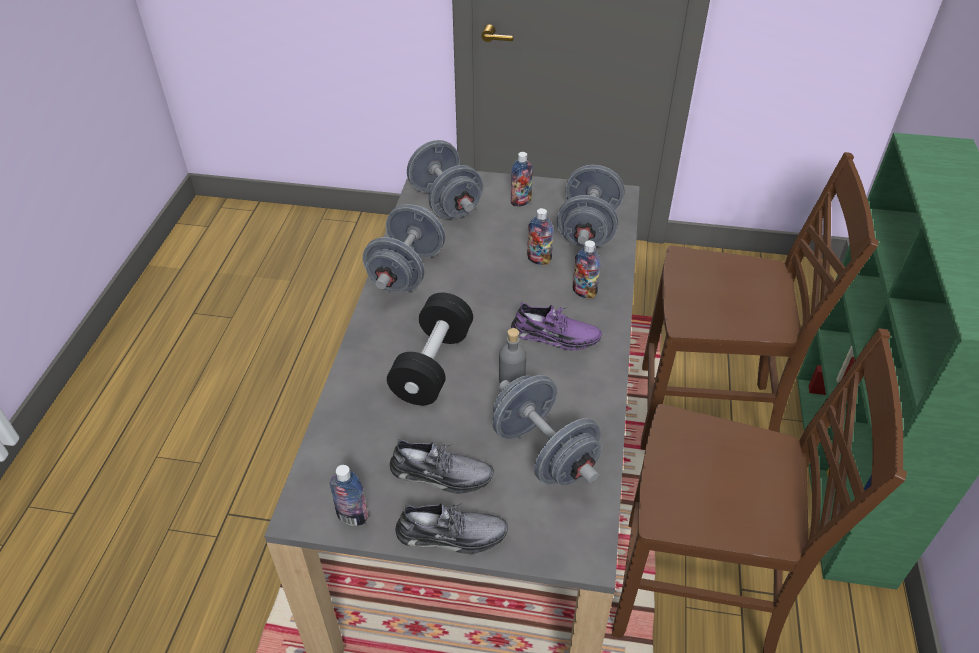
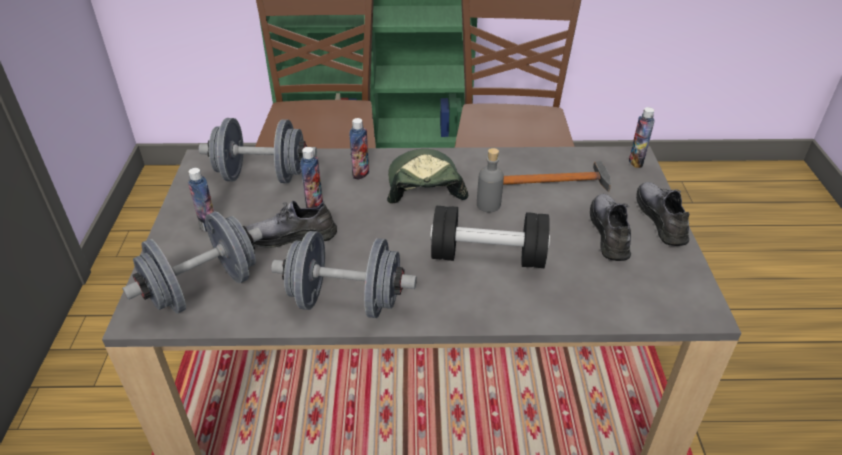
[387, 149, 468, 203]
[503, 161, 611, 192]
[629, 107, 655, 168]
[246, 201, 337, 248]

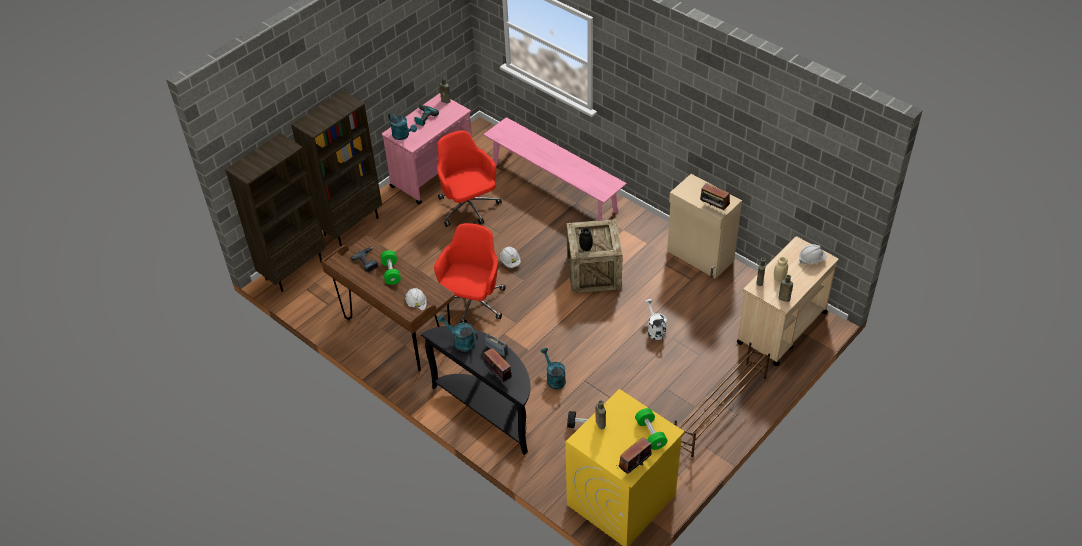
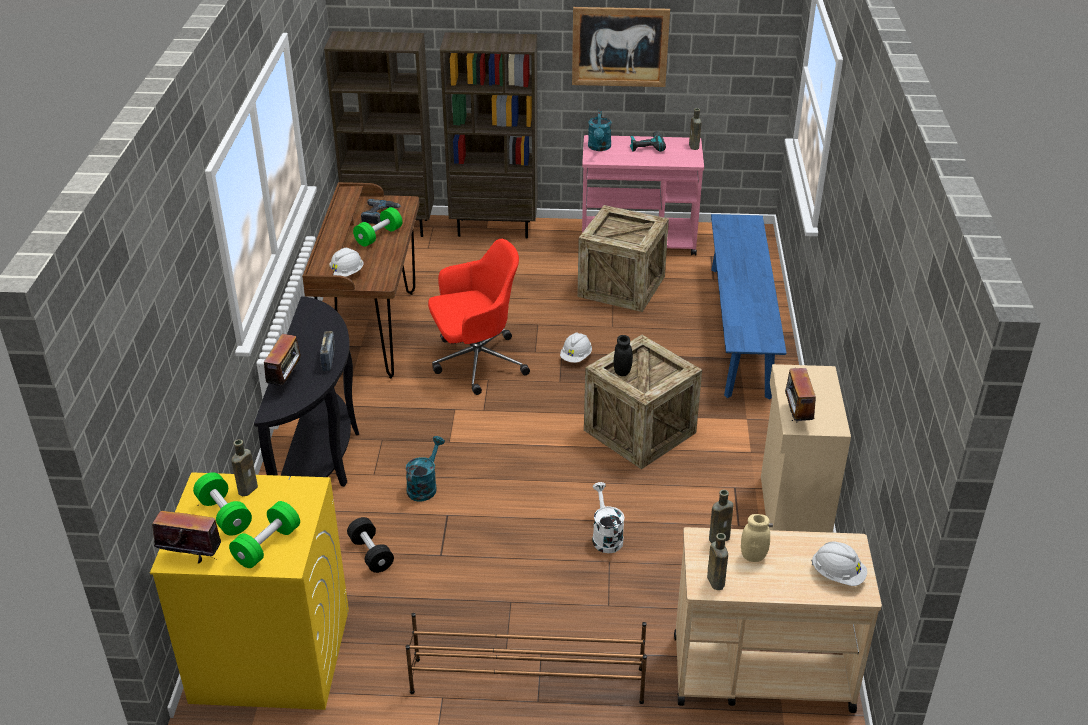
[711, 214, 787, 400]
[577, 205, 669, 312]
[592, 482, 624, 553]
[438, 315, 478, 352] (first image)
[572, 7, 670, 87]
[193, 472, 252, 535]

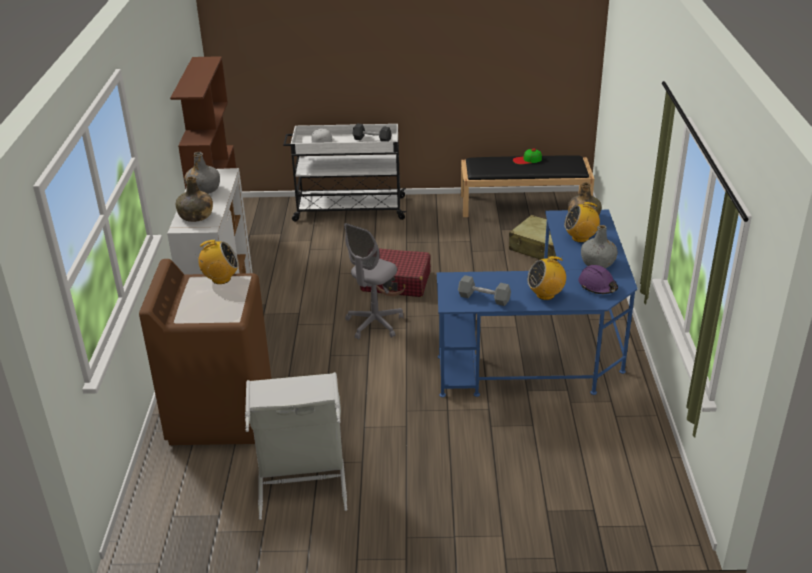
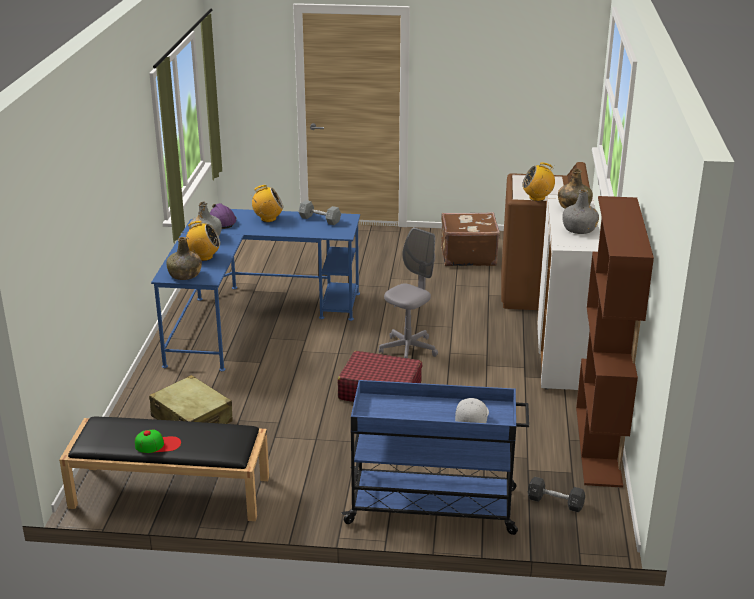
[528, 477, 585, 512]
[341, 380, 529, 535]
[441, 212, 500, 266]

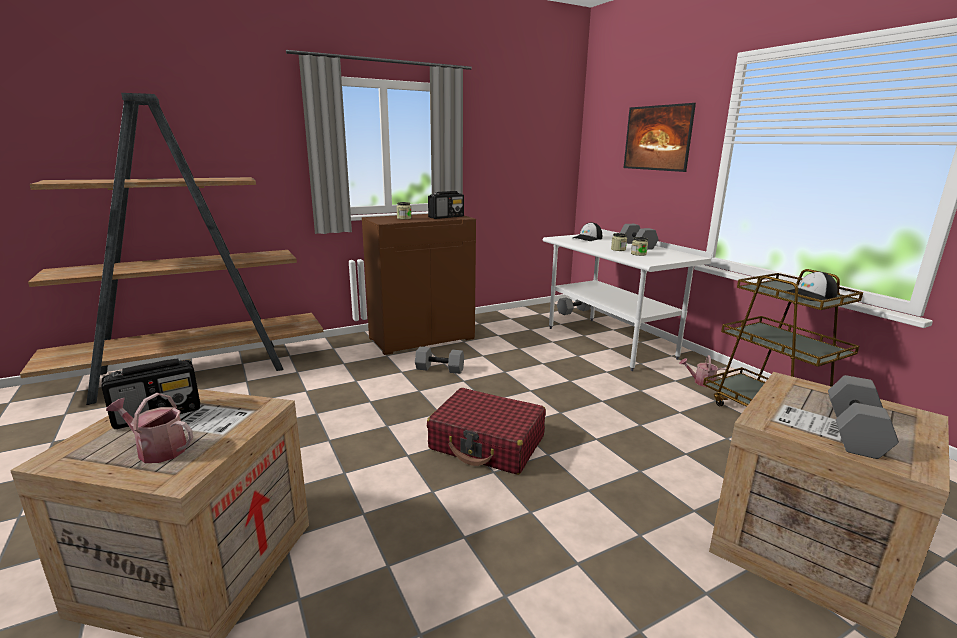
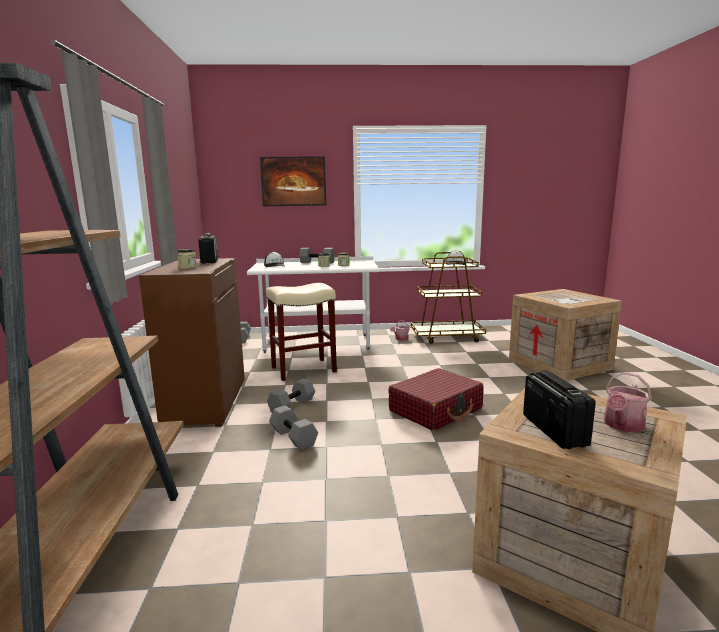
[269, 405, 318, 451]
[266, 283, 337, 381]

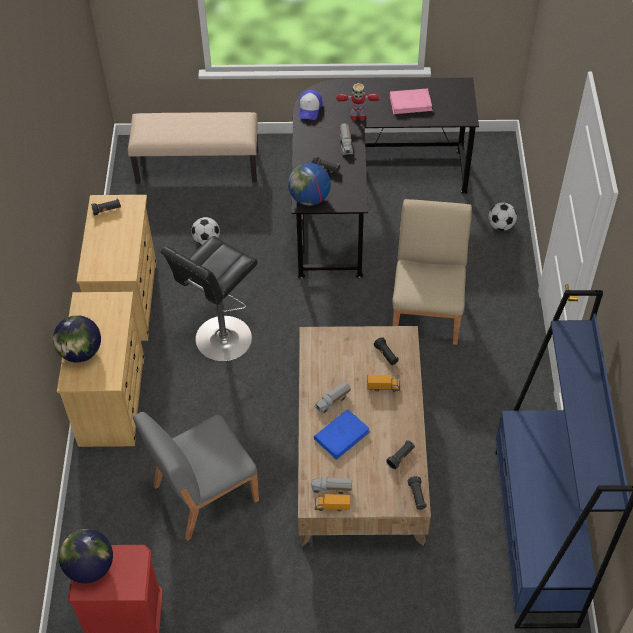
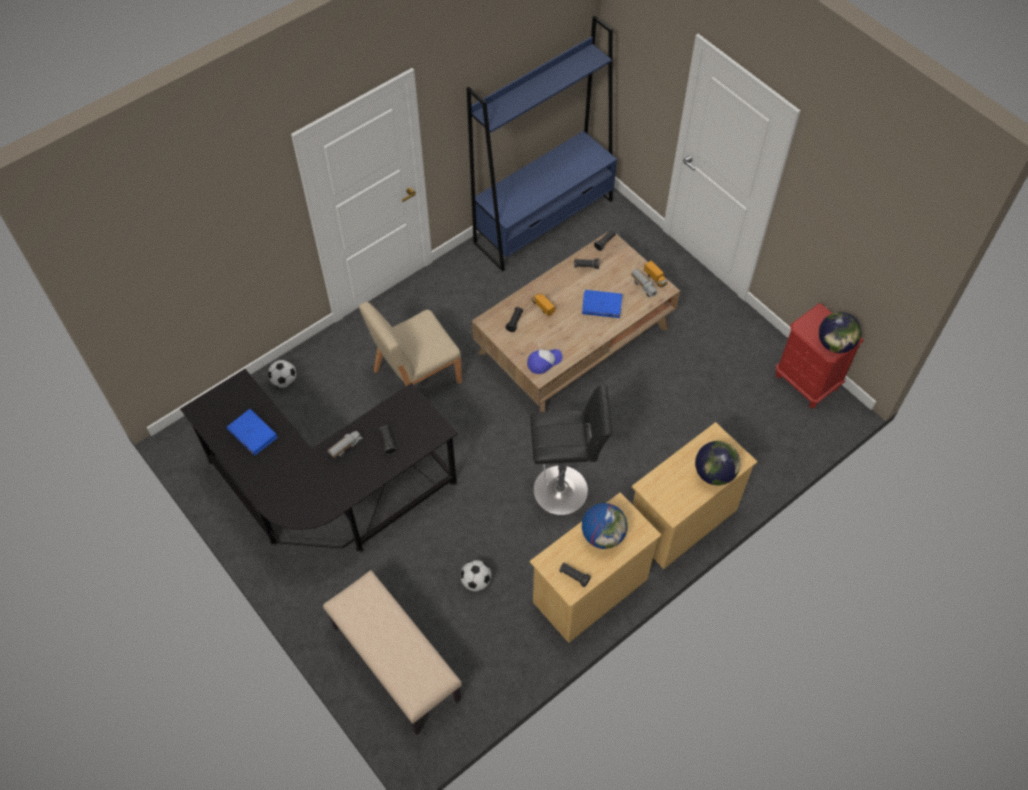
[336, 83, 379, 121] (first image)
[227, 409, 278, 456]
[527, 349, 563, 374]
[582, 503, 628, 549]
[314, 382, 351, 414] (first image)
[133, 412, 259, 541] (first image)

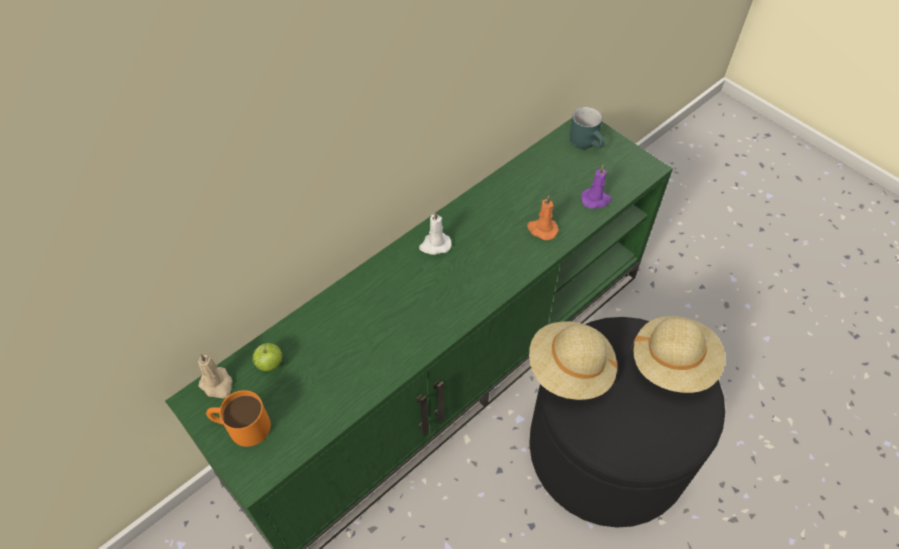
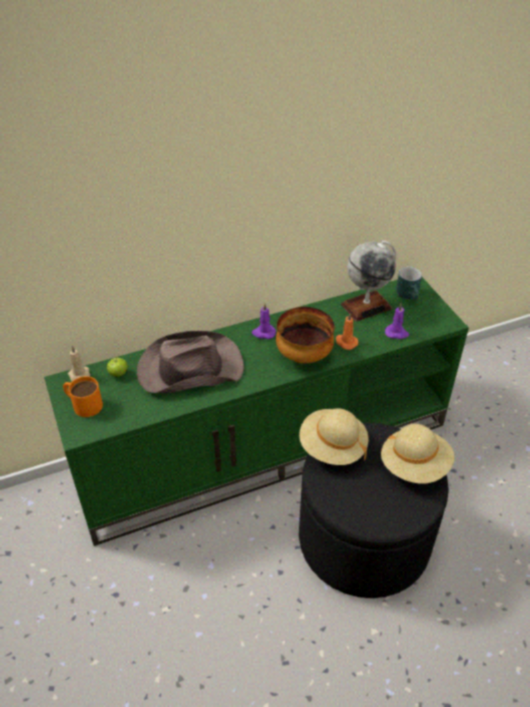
[252, 303, 276, 339]
[341, 240, 396, 322]
[276, 307, 335, 364]
[137, 331, 244, 393]

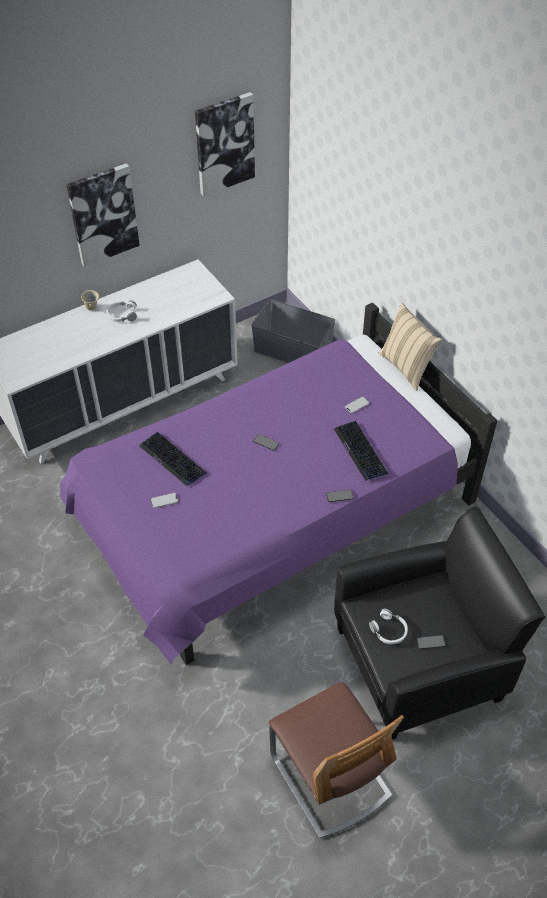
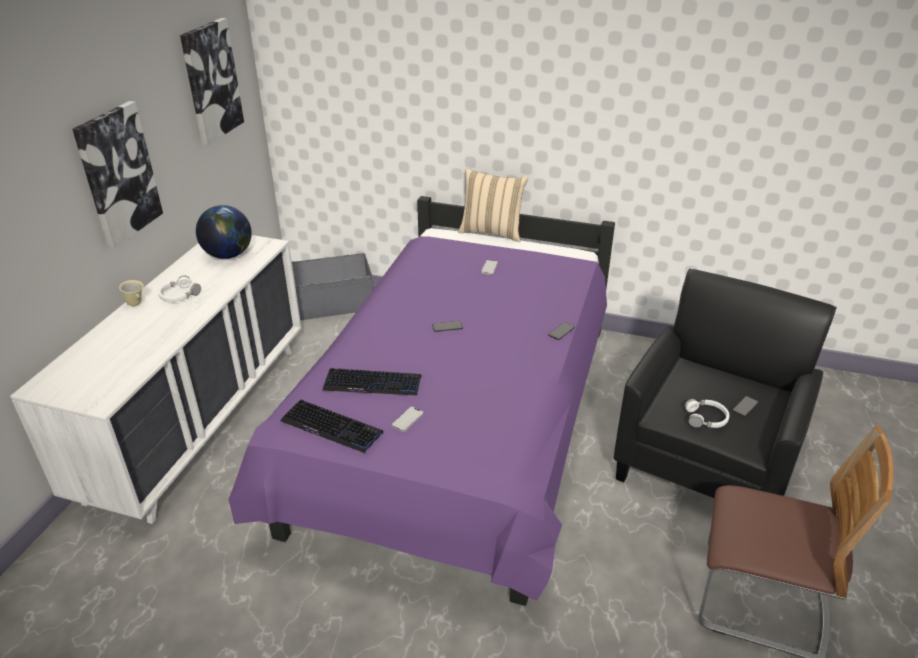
[280, 400, 383, 453]
[196, 205, 252, 259]

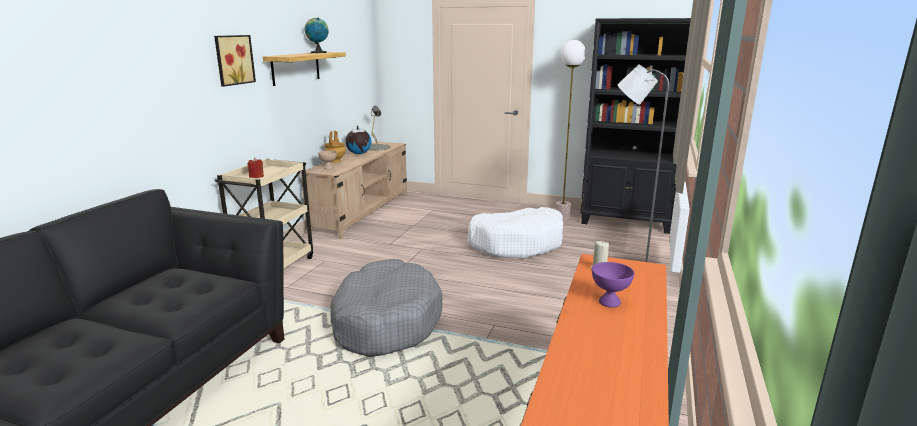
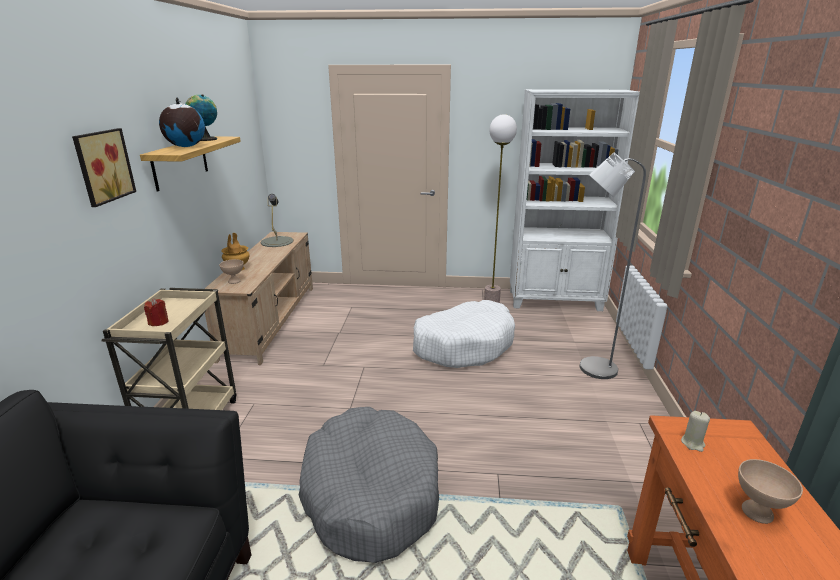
[510, 89, 640, 311]
[159, 97, 205, 147]
[738, 459, 803, 524]

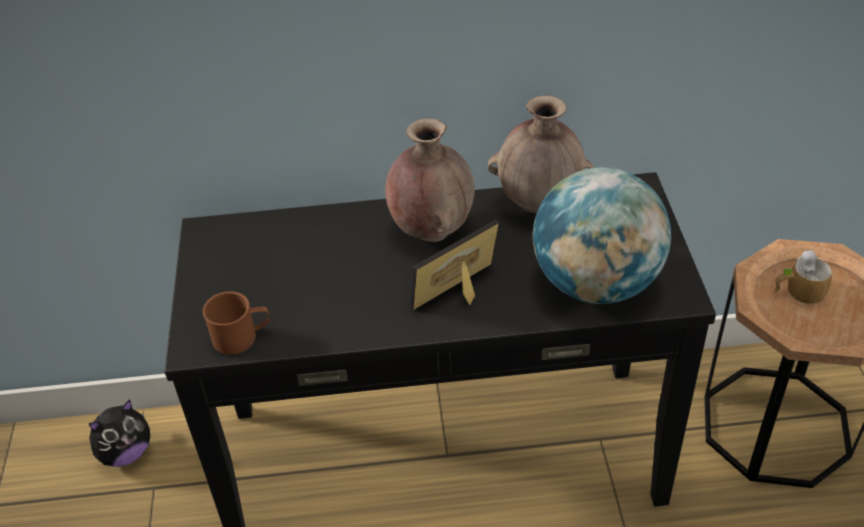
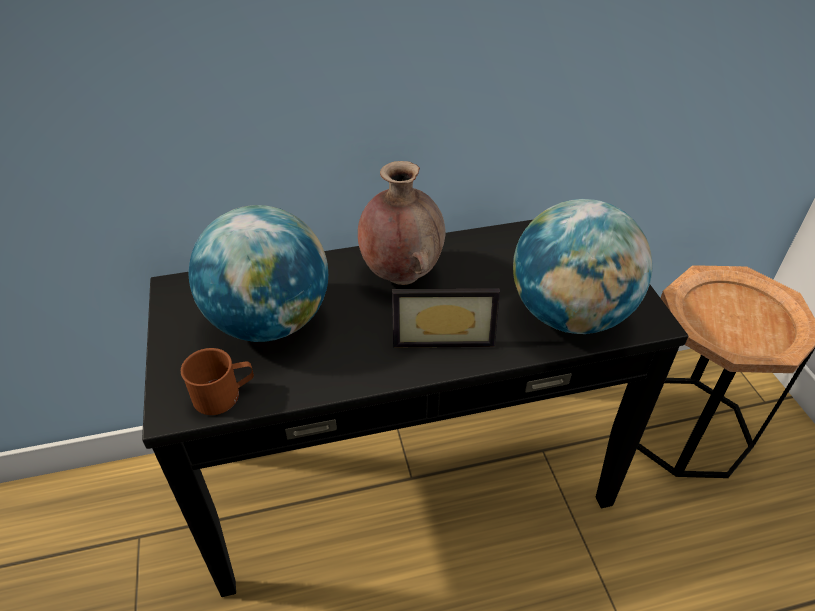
[488, 95, 594, 213] (first image)
[392, 288, 500, 348]
[774, 250, 832, 304] (first image)
[88, 400, 150, 467] (first image)
[189, 205, 328, 342]

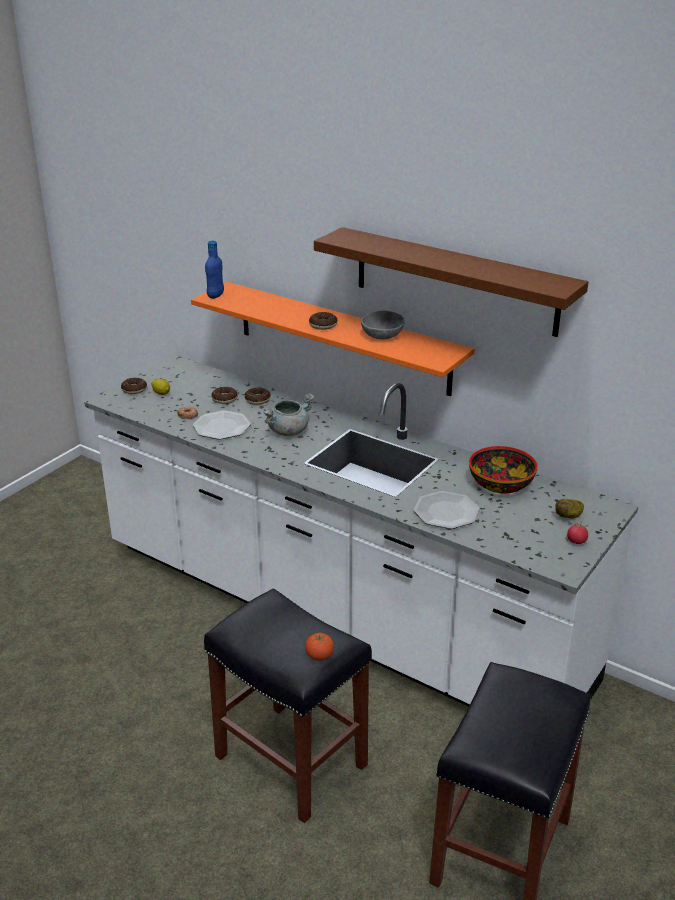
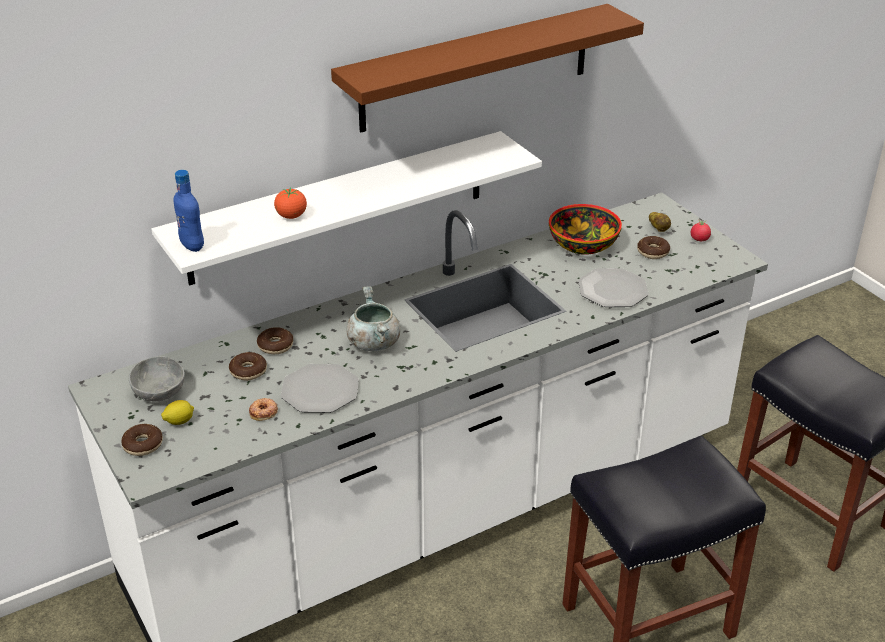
[152, 131, 542, 286]
[129, 356, 185, 401]
[637, 236, 670, 259]
[274, 188, 307, 219]

